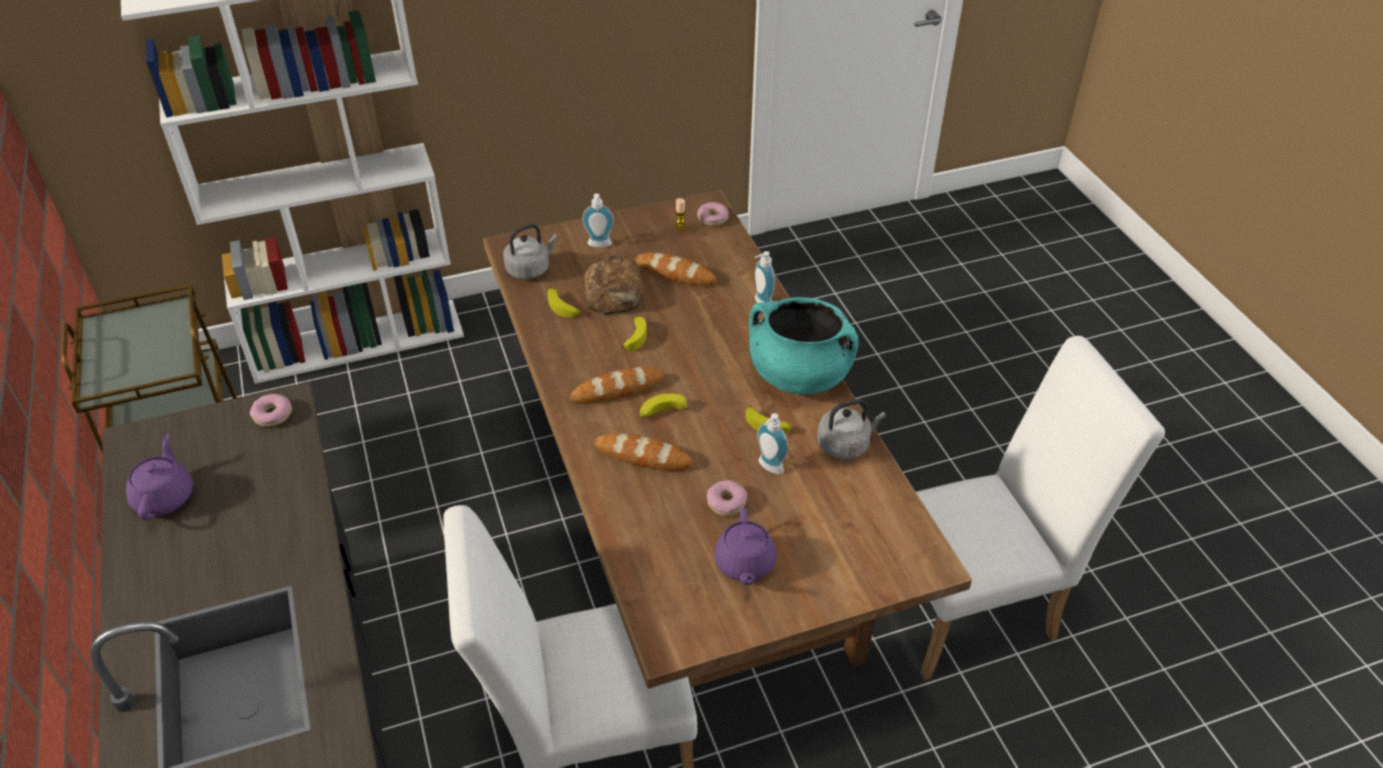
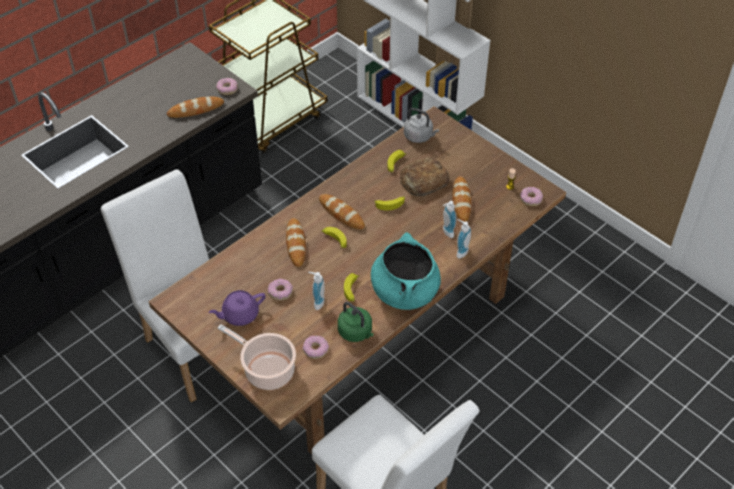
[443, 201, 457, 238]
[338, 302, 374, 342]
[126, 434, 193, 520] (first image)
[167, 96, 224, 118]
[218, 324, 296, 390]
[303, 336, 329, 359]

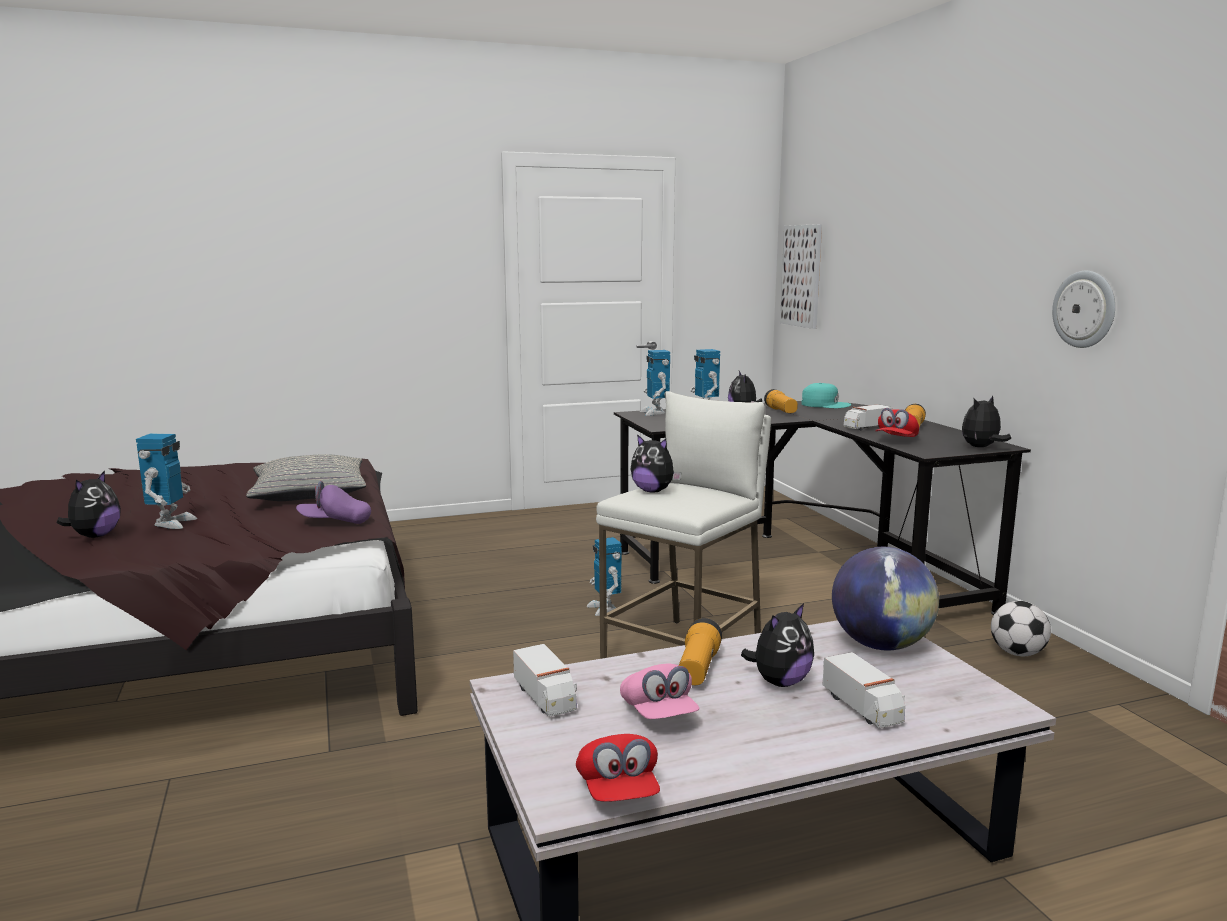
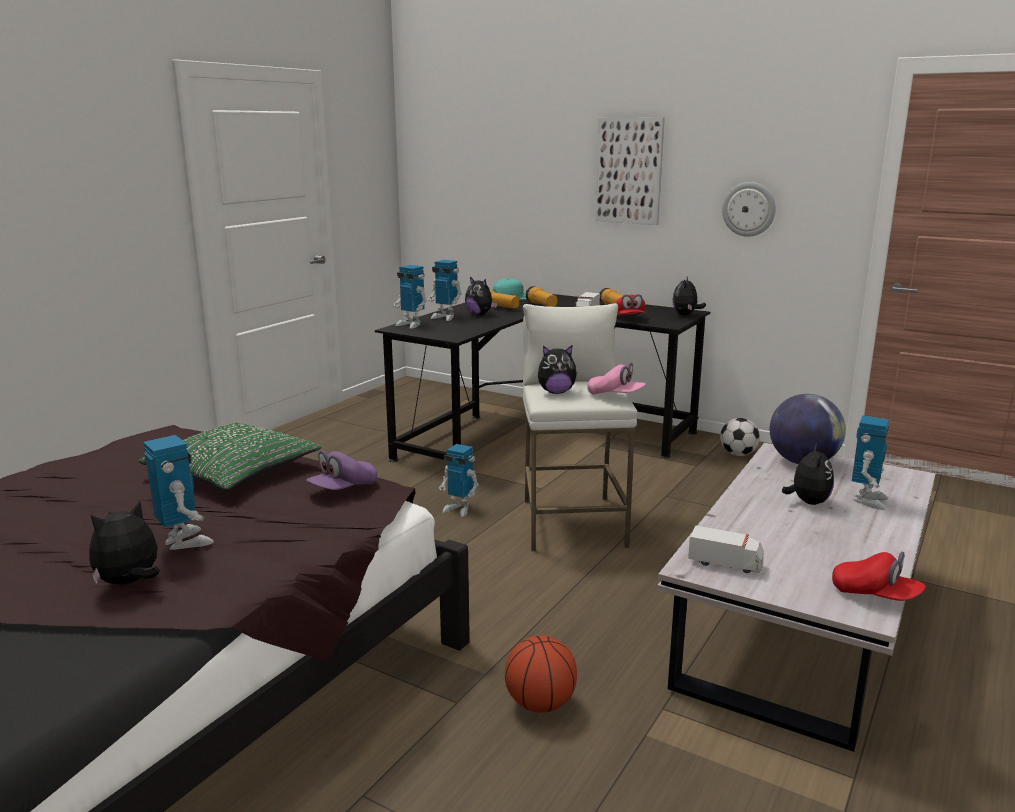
[596, 118, 665, 225]
[138, 423, 322, 491]
[89, 501, 160, 585]
[526, 286, 557, 307]
[852, 416, 889, 510]
[587, 363, 646, 395]
[505, 635, 577, 713]

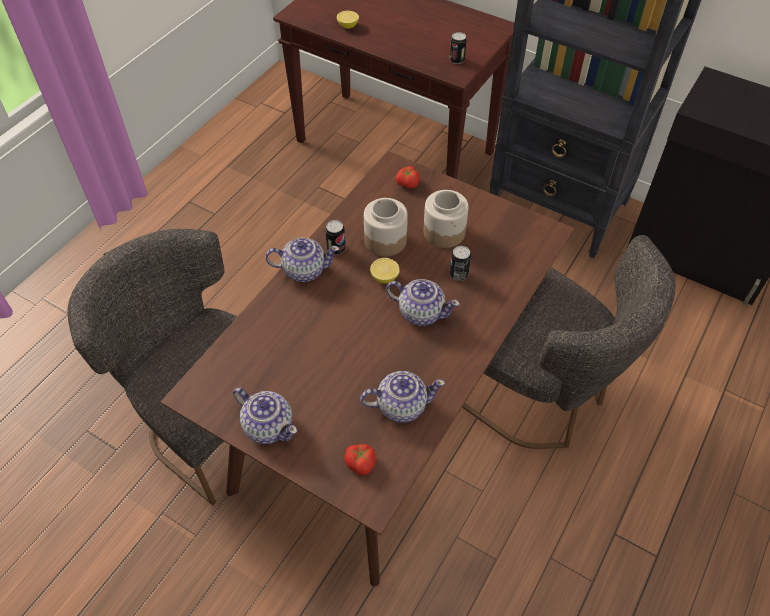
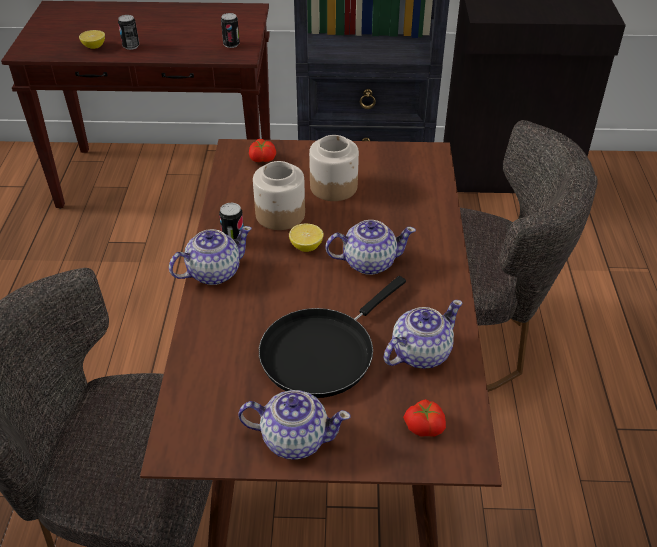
[118, 15, 139, 50]
[259, 276, 406, 398]

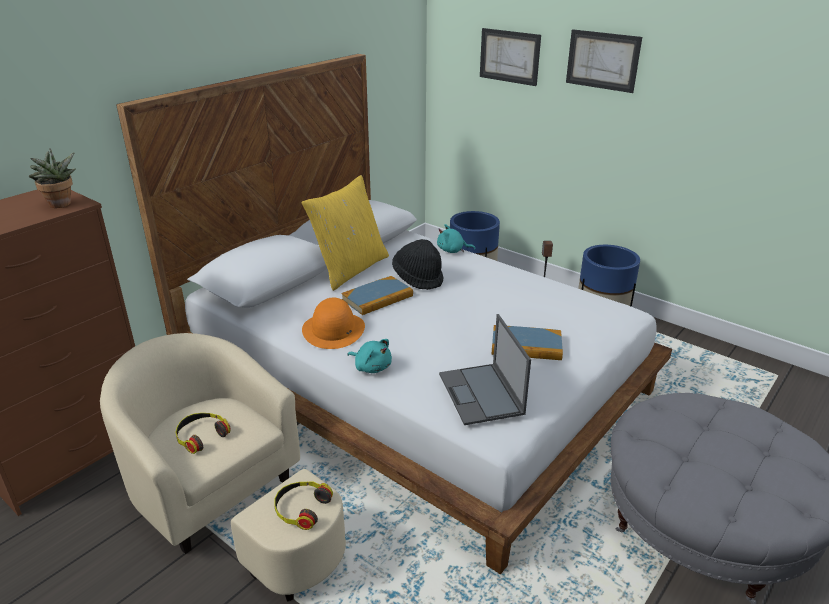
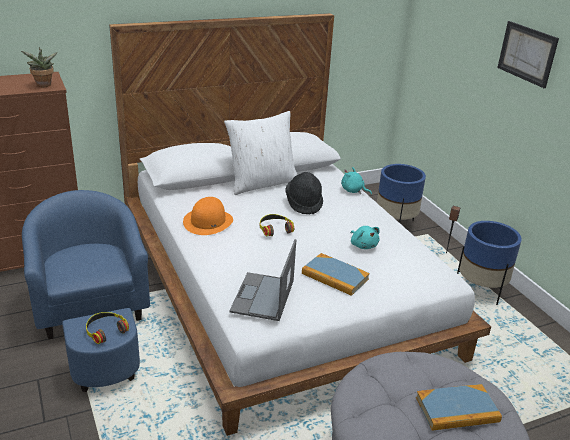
[480, 28, 541, 86] (first image)
[224, 111, 298, 195]
[416, 384, 502, 431]
[22, 190, 150, 392]
[351, 226, 380, 249]
[260, 214, 294, 236]

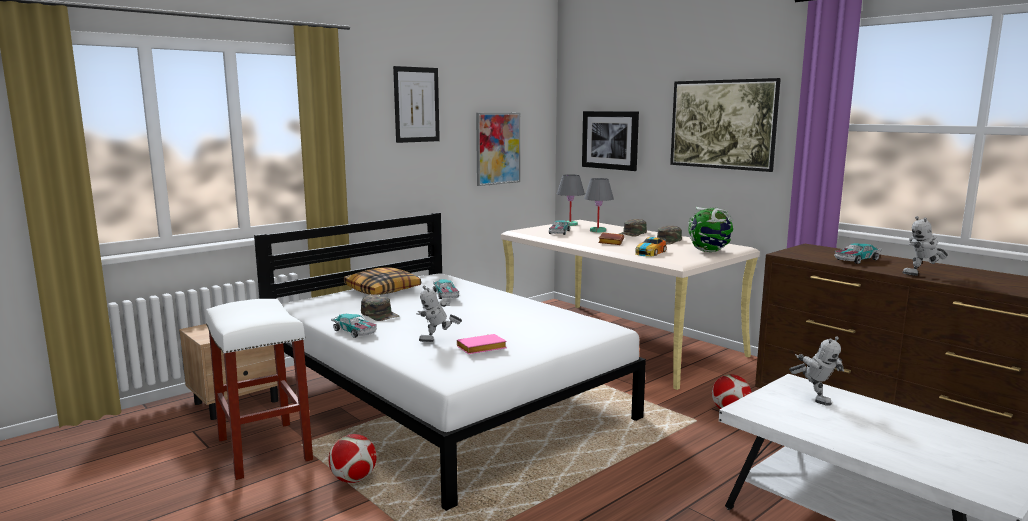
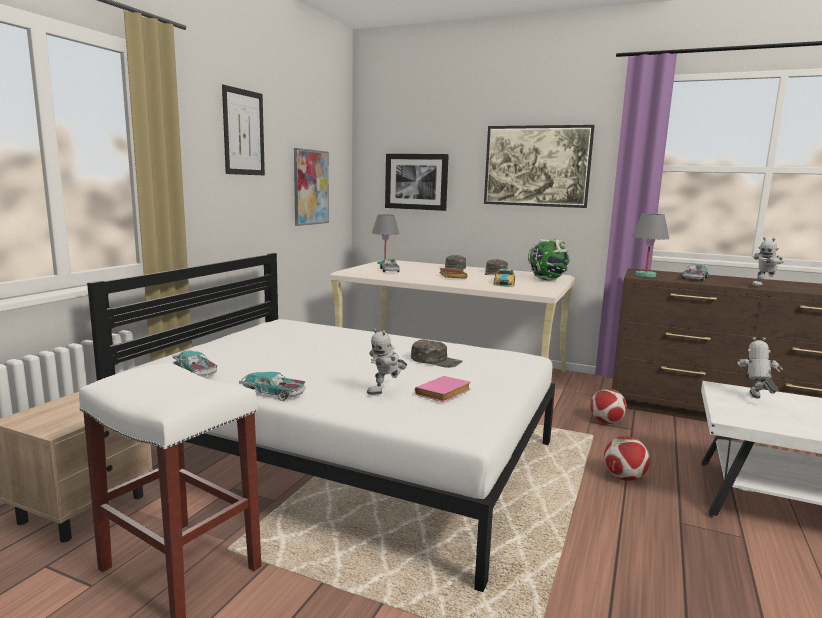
[632, 213, 669, 277]
[344, 267, 421, 295] (first image)
[173, 351, 217, 377]
[411, 340, 462, 368]
[737, 337, 783, 398]
[604, 436, 650, 481]

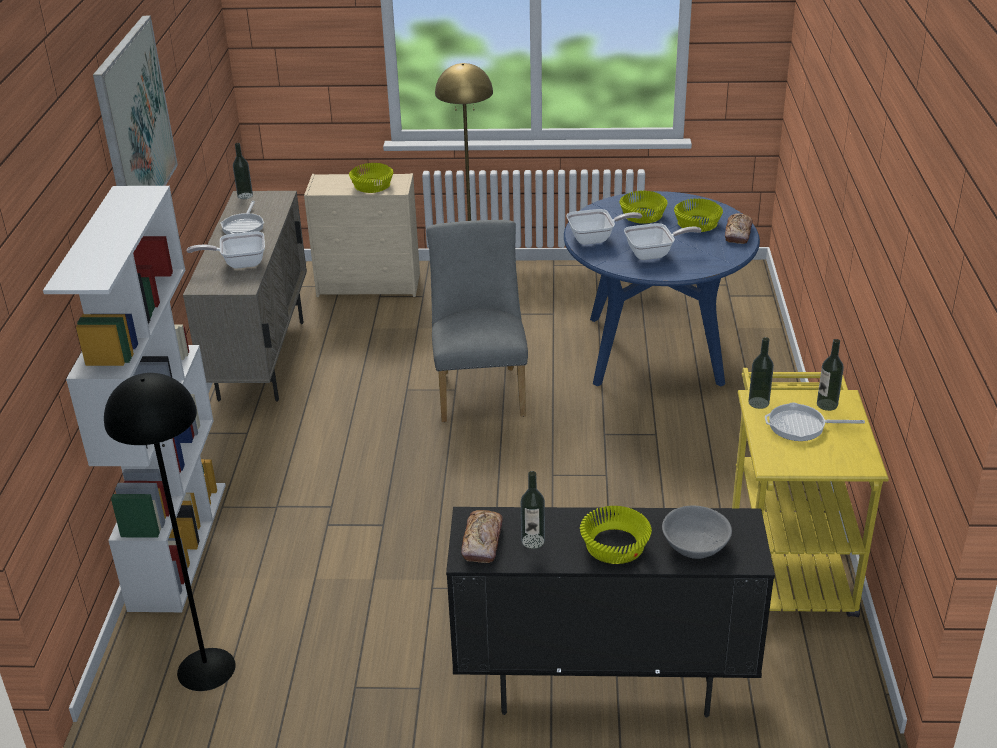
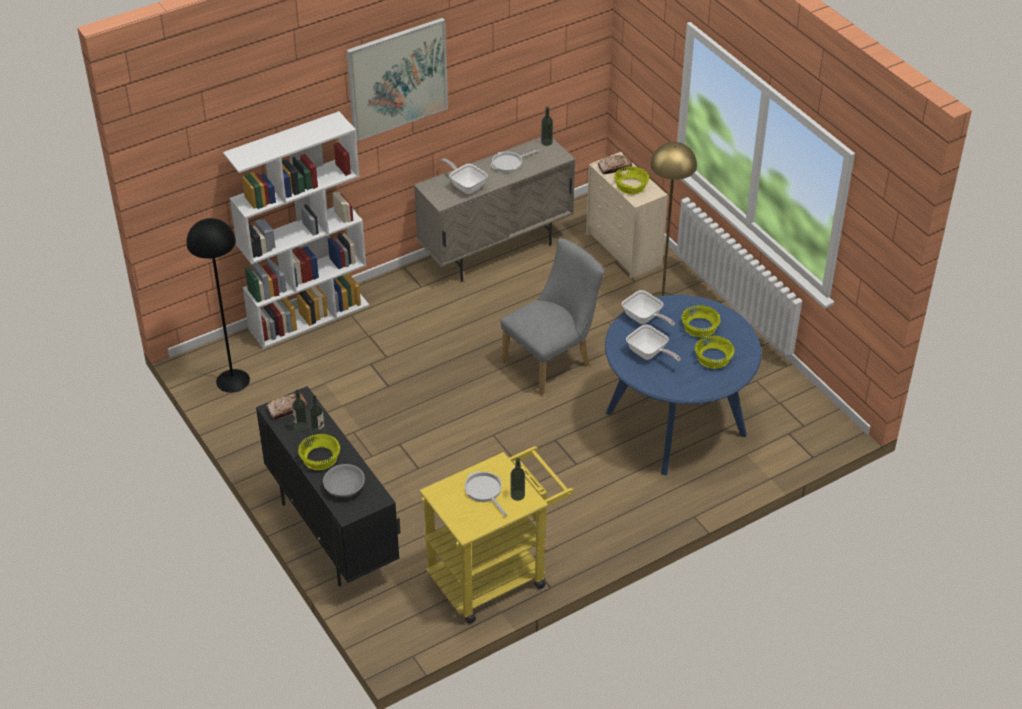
[598, 155, 632, 174]
[309, 395, 325, 435]

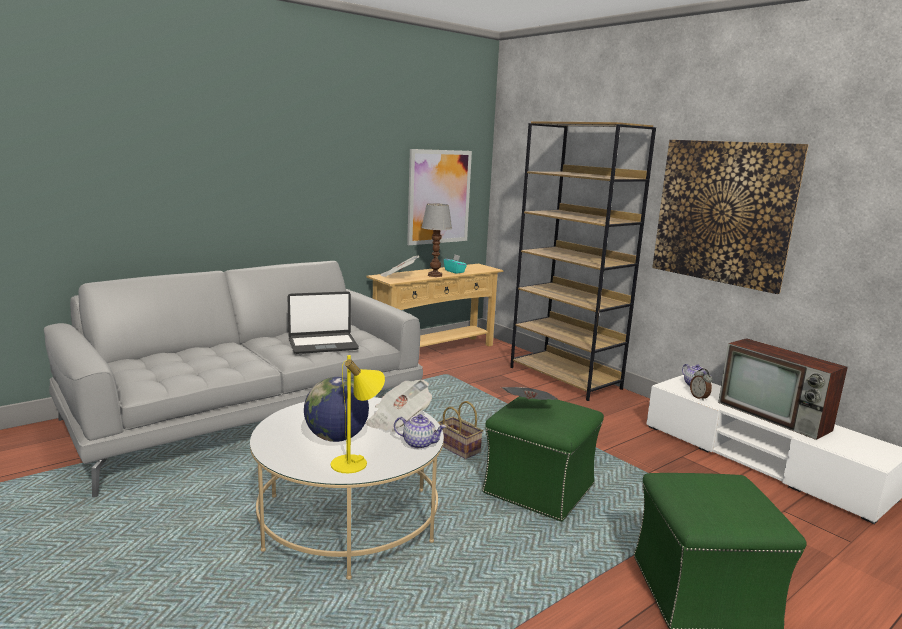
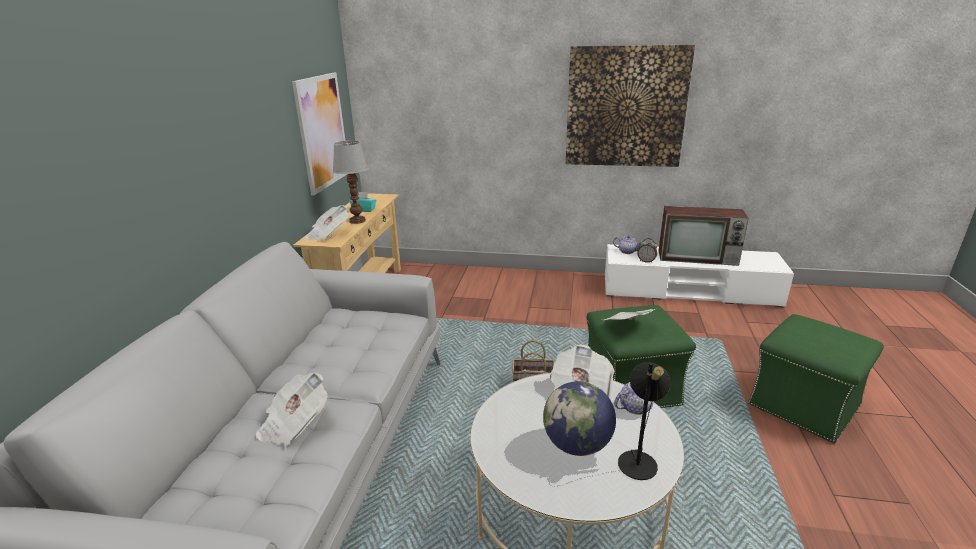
[510, 121, 656, 401] (first image)
[288, 291, 359, 354] (first image)
[618, 362, 670, 480]
[256, 373, 327, 446]

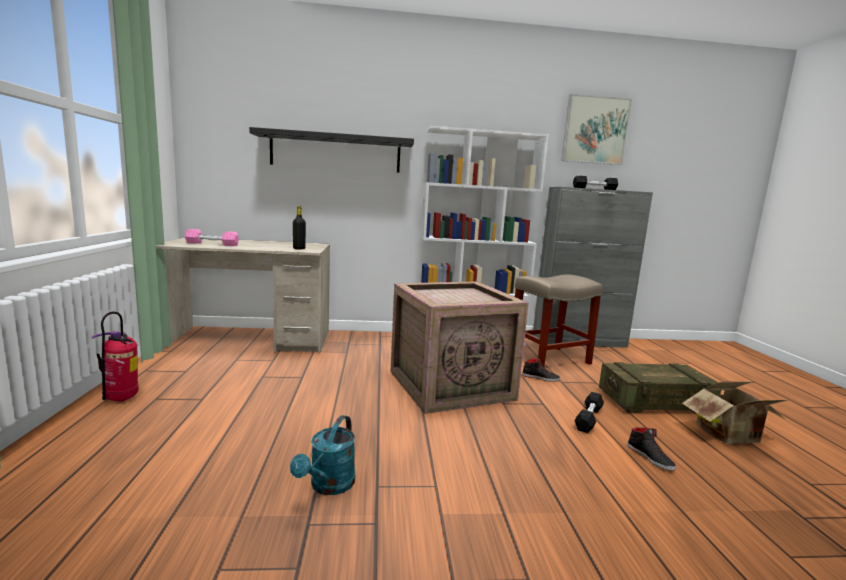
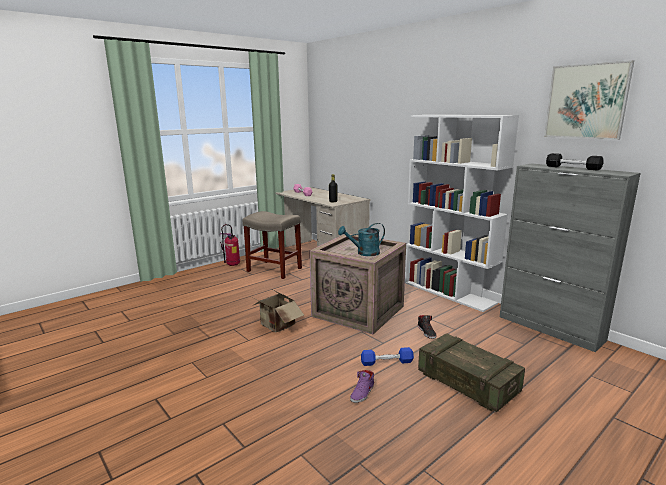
[249, 127, 414, 173] (first image)
[243, 211, 302, 279]
[252, 289, 304, 333]
[361, 347, 414, 366]
[338, 223, 385, 256]
[350, 370, 374, 403]

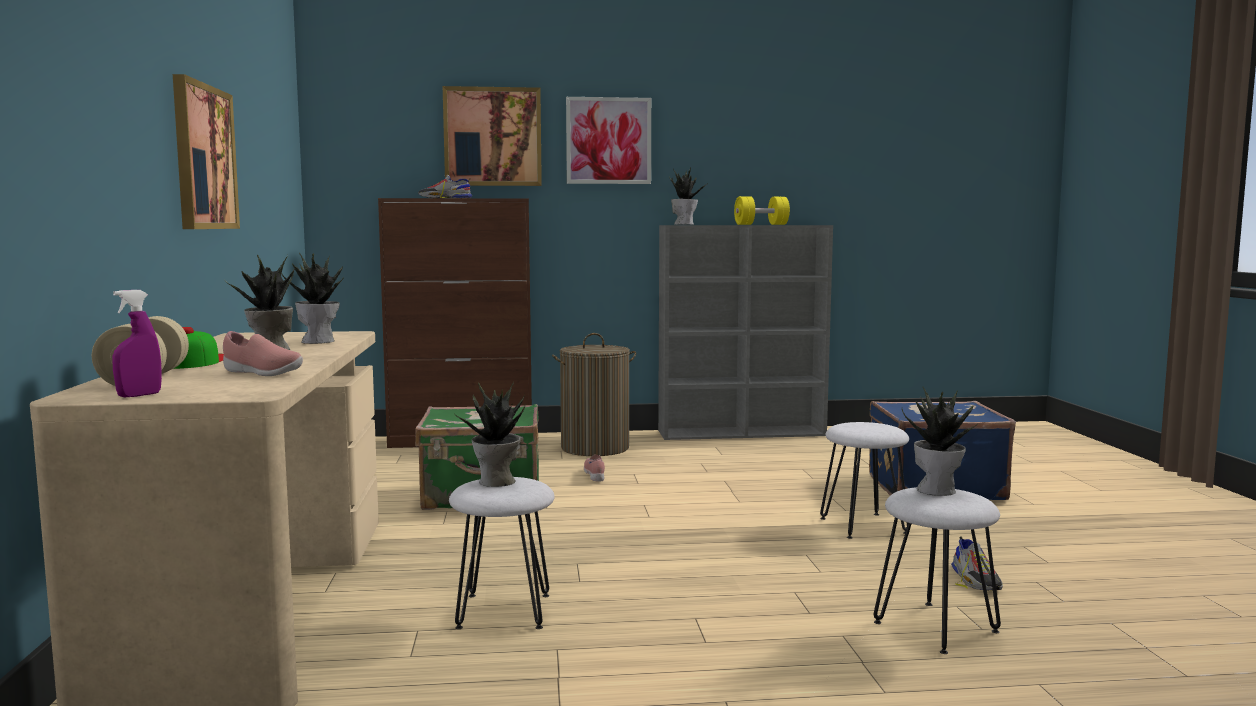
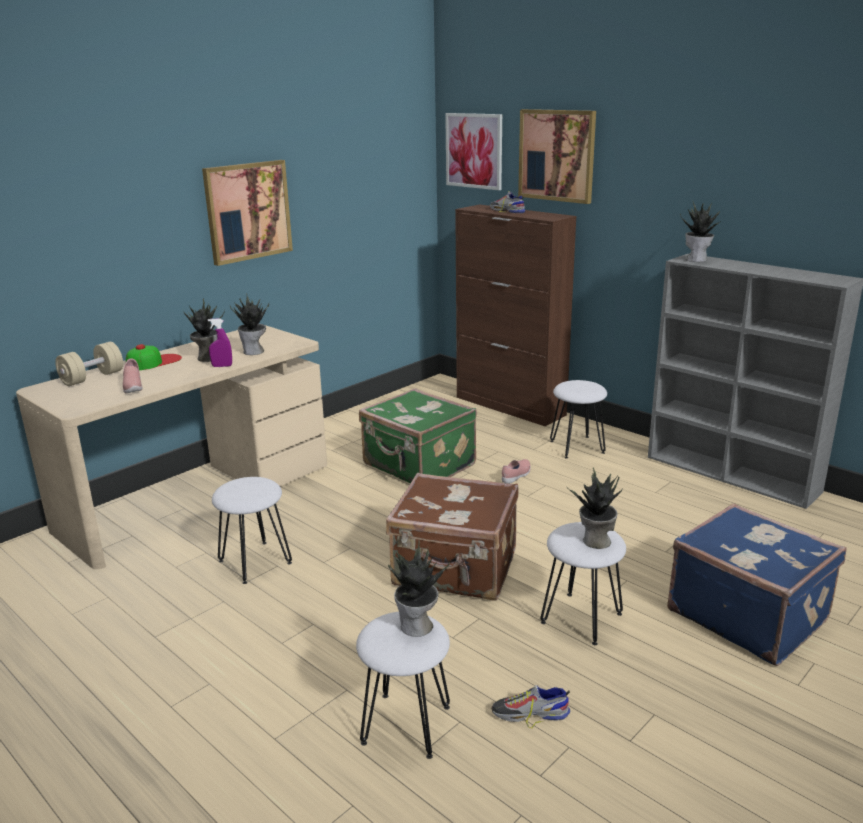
[445, 113, 502, 190]
[734, 196, 790, 225] (first image)
[208, 319, 232, 367]
[550, 380, 607, 459]
[566, 467, 624, 549]
[492, 685, 570, 728]
[386, 473, 519, 601]

